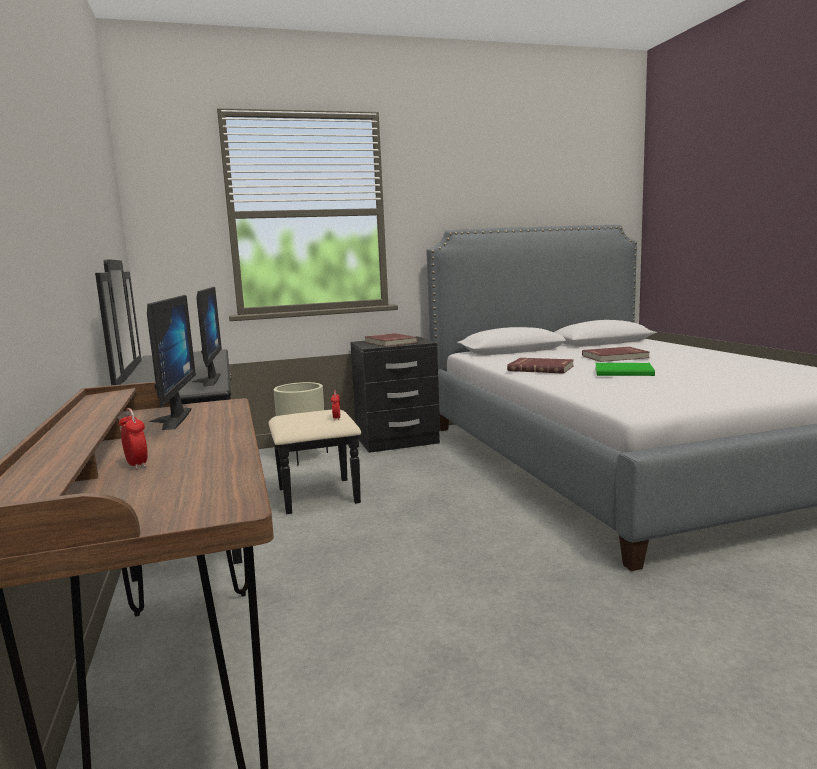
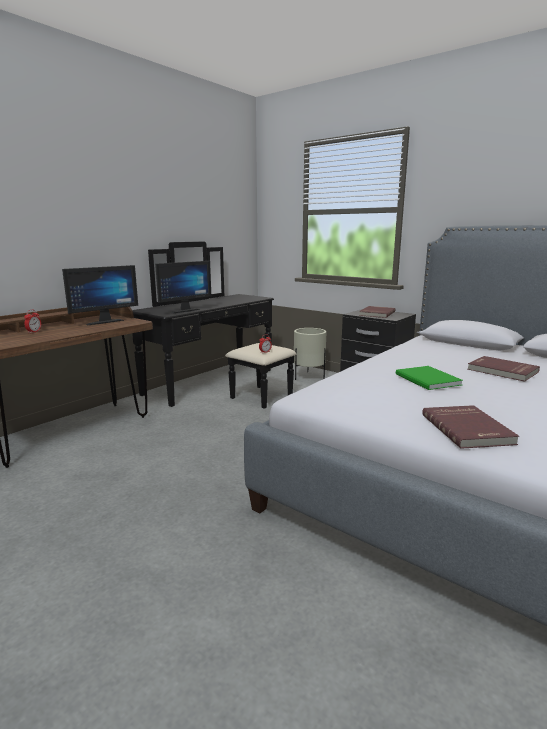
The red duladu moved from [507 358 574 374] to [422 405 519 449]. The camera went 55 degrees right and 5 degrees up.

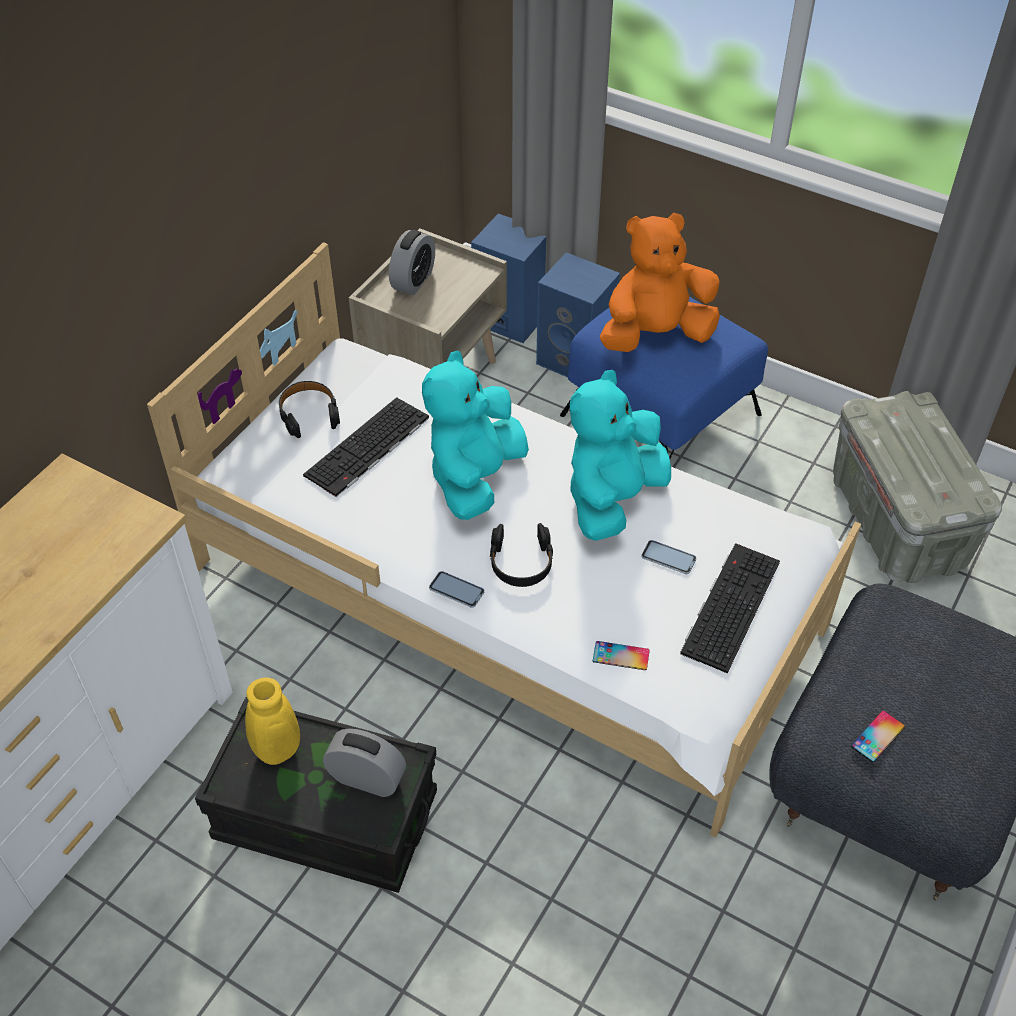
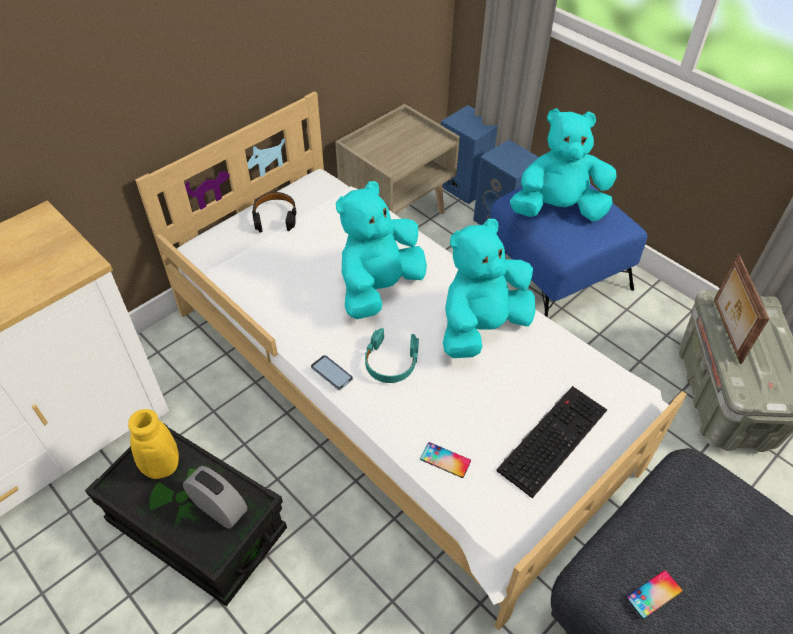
The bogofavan at [303 397 429 497] disappeared. The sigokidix at [389 230 435 295] disappeared. The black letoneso at [490 523 553 587] became the turquoise letoneso at [365 328 419 383]. The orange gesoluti at [600 213 720 352] became the turquoise gesoluti at [510 108 617 222]. The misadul at [641 540 696 574] disappeared. The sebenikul at [714 254 769 364] appeared. The camera went 15 degrees right and 0 degrees up.

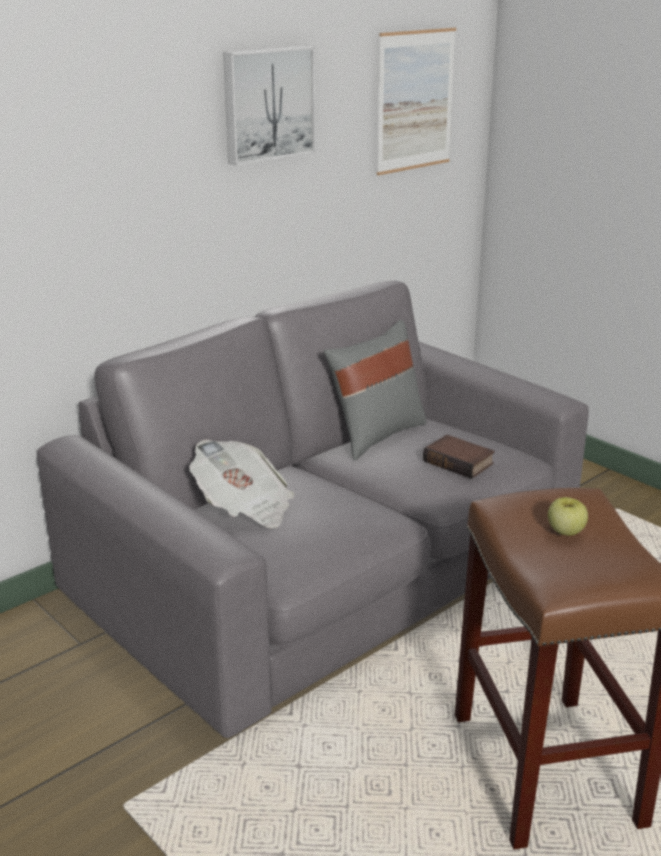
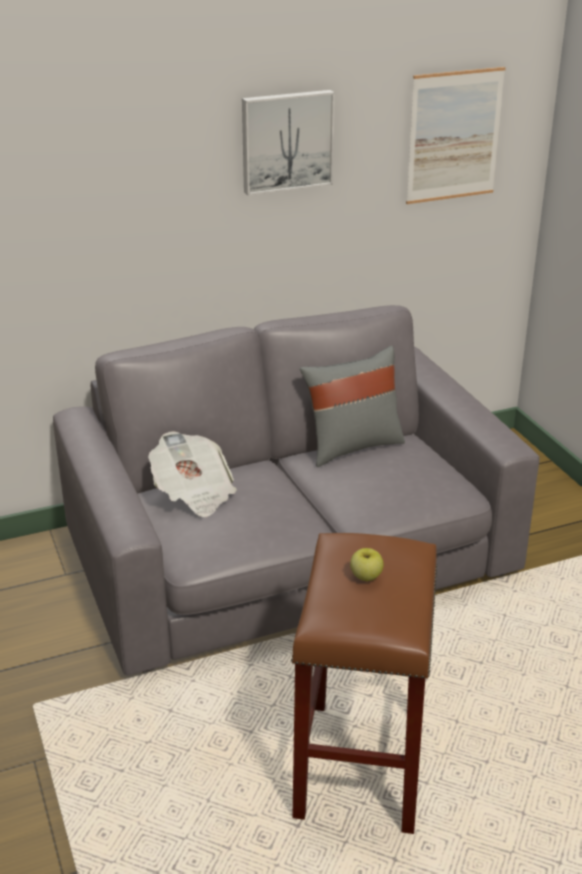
The duladu at [423 435 495 479] disappeared. The camera went 20 degrees right and 5 degrees up.

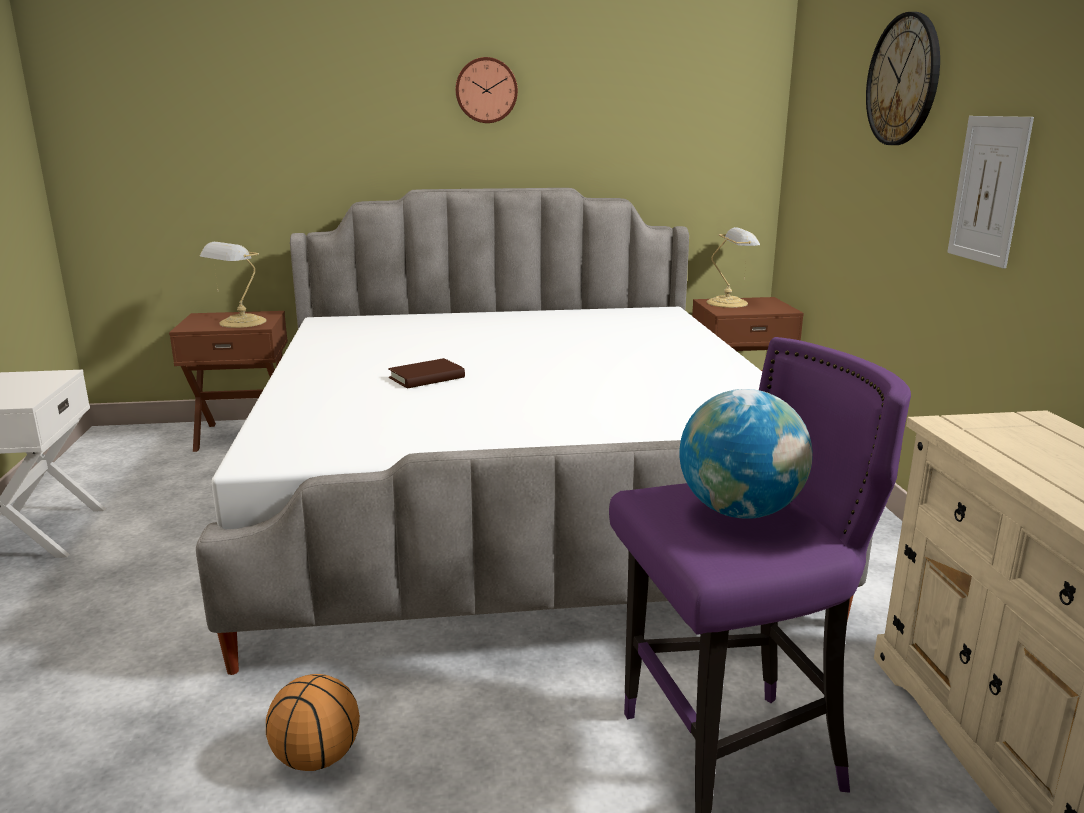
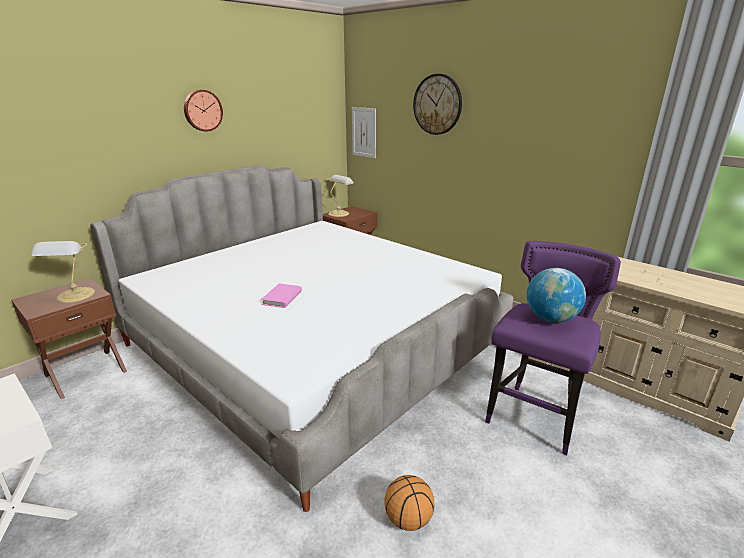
The brown duladu at [388 358 465 388] became the pink duladu at [261 283 302 308]. The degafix moved from [947 116 1034 269] to [352 107 376 158]. The camera went 40 degrees left and 5 degrees up.

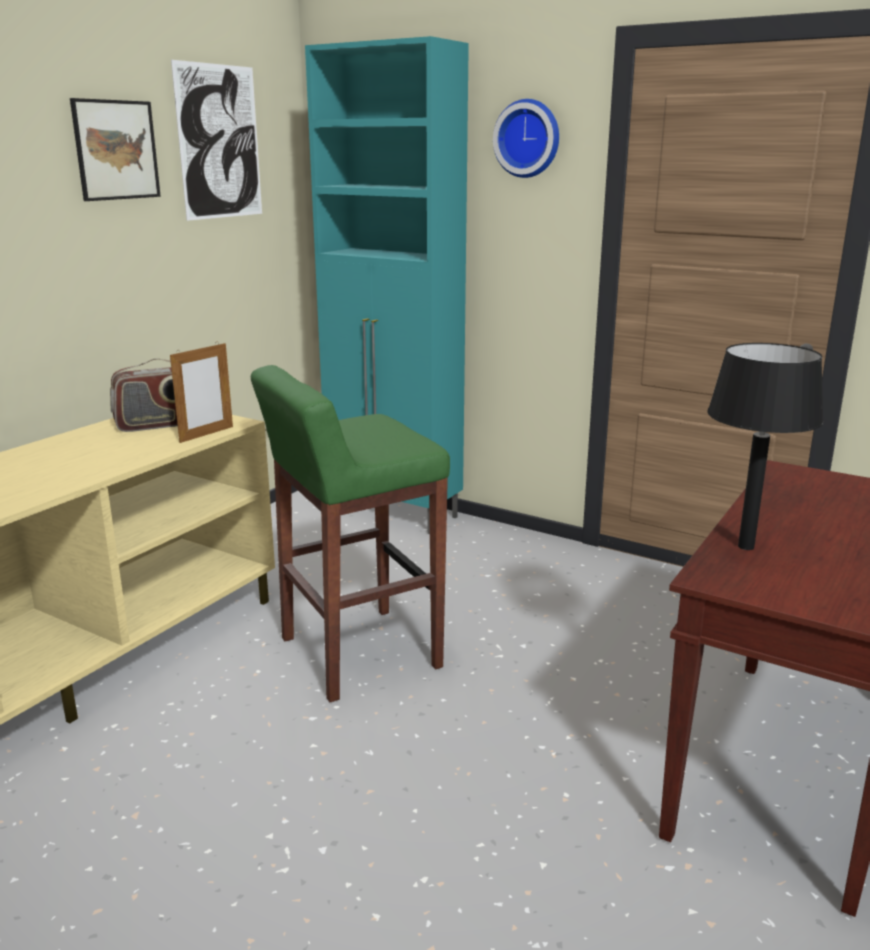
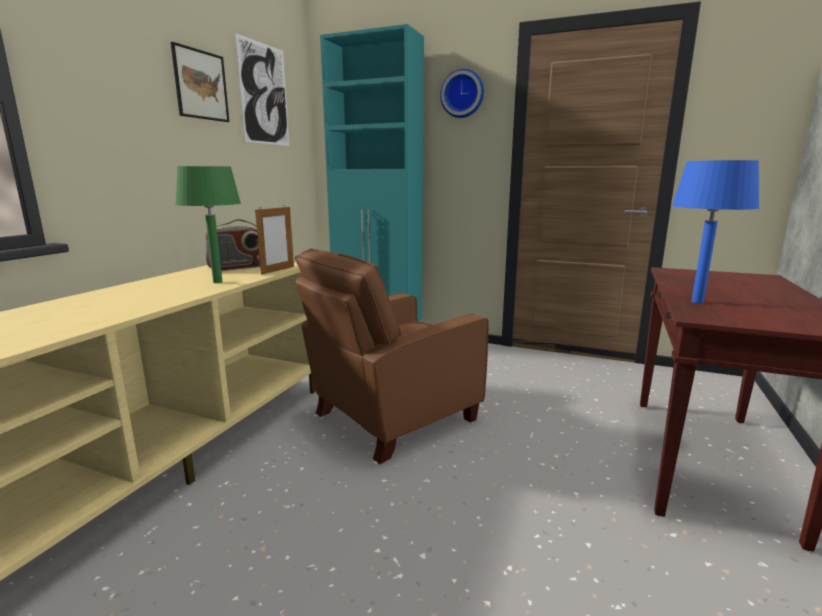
The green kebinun at [251 365 450 702] was replaced by the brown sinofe at [295 249 489 464]. The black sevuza at [707 343 824 550] became the blue sevuza at [672 160 760 303]. The green sevuza at [175 166 241 283] appeared. The camera went 10 degrees left and 5 degrees down.

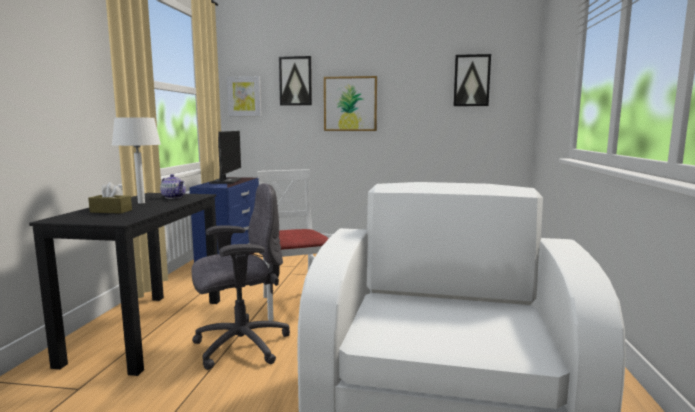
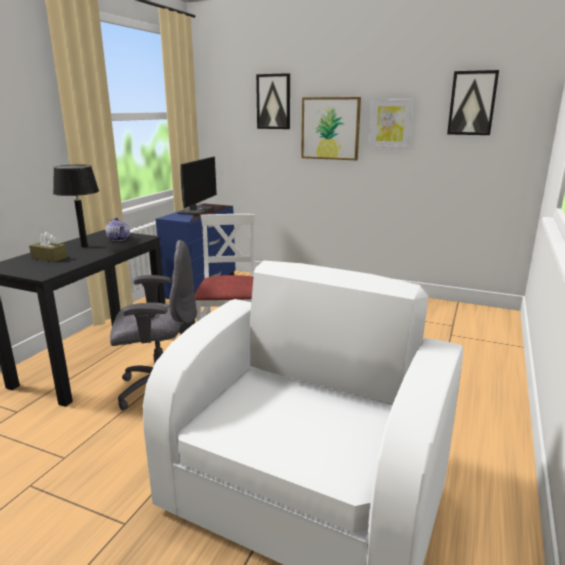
The white sevuza at [112 117 161 204] became the black sevuza at [53 165 99 247]. The degafix moved from [227 76 261 116] to [369 99 413 149]. The camera went 15 degrees right and 10 degrees up.

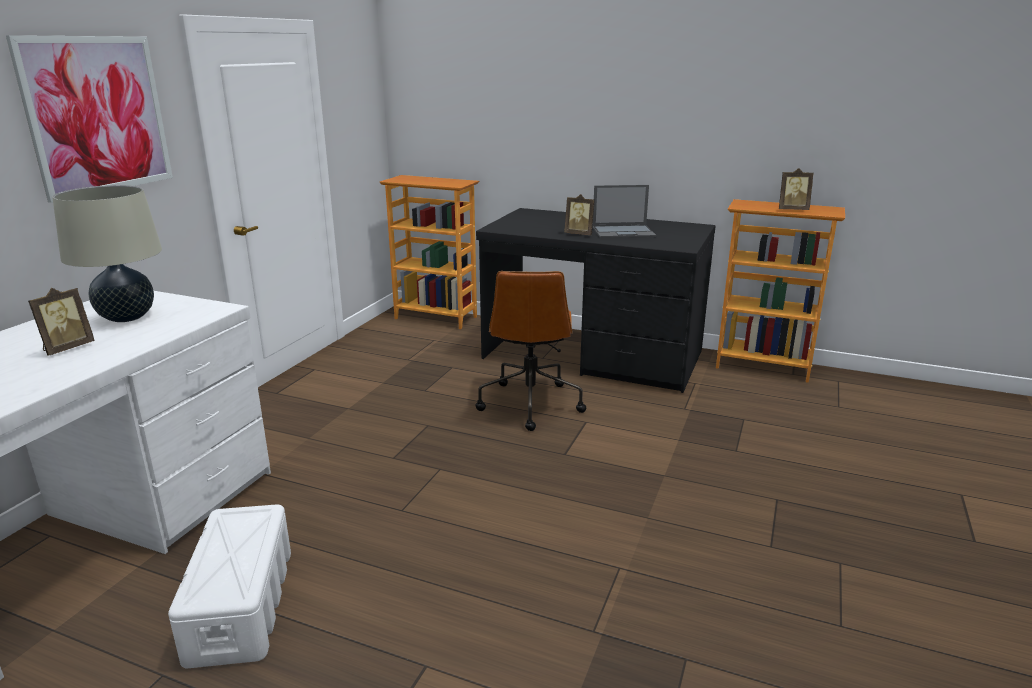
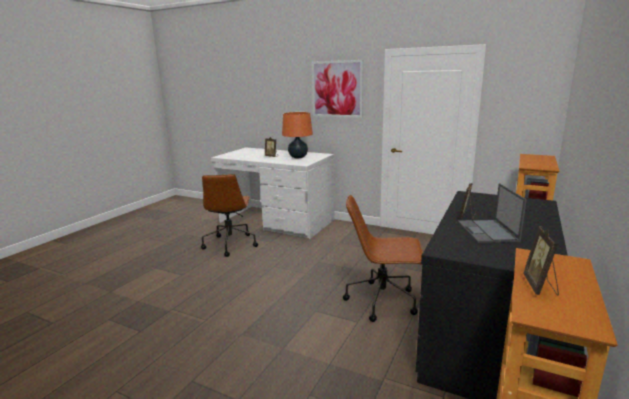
The beige sevuza at [52 185 162 322] became the orange sevuza at [282 112 313 158]. The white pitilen at [168 504 291 668] was replaced by the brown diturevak at [201 174 258 257]. The camera went 95 degrees right and 5 degrees down.

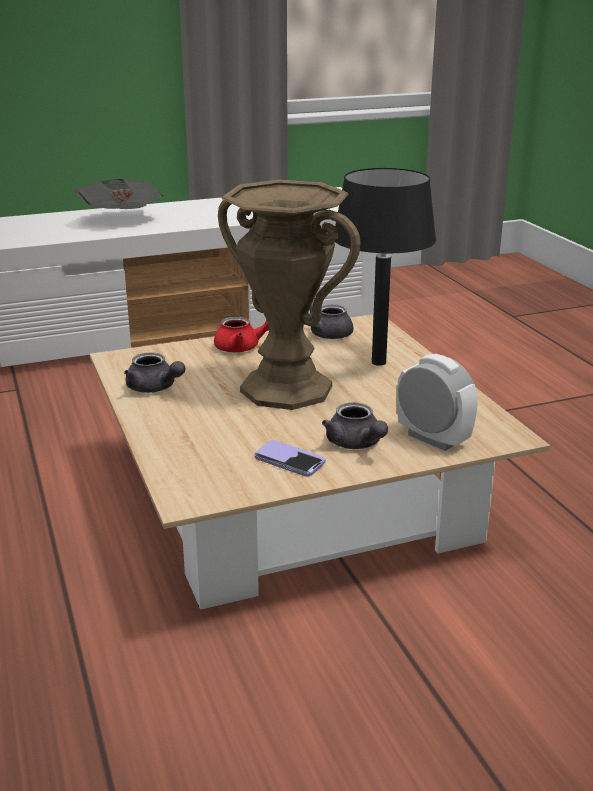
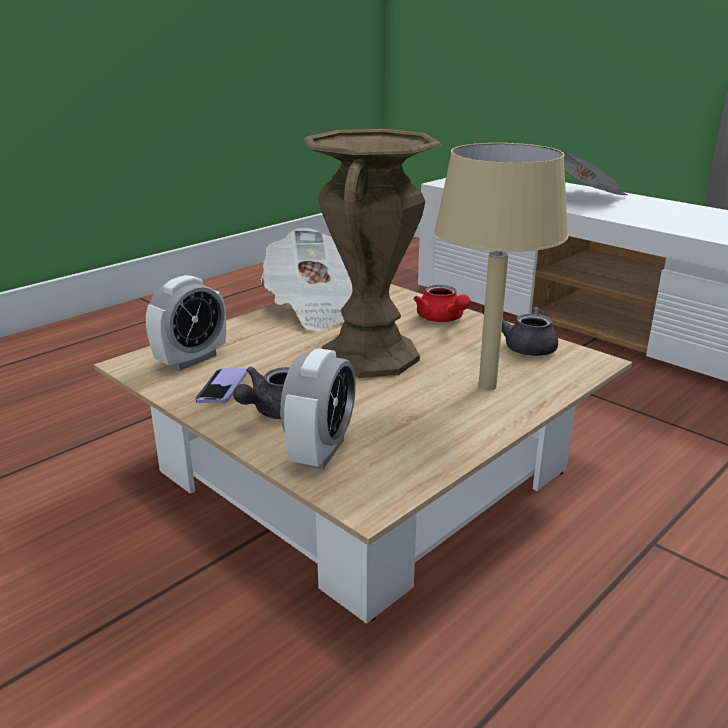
The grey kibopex at [124 352 185 393] was replaced by the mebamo at [261 228 353 332]. The black sevuza at [335 168 436 366] became the beige sevuza at [434 143 569 391]. The sigokidix at [146 275 226 371] appeared. The camera went 65 degrees right and 0 degrees up.

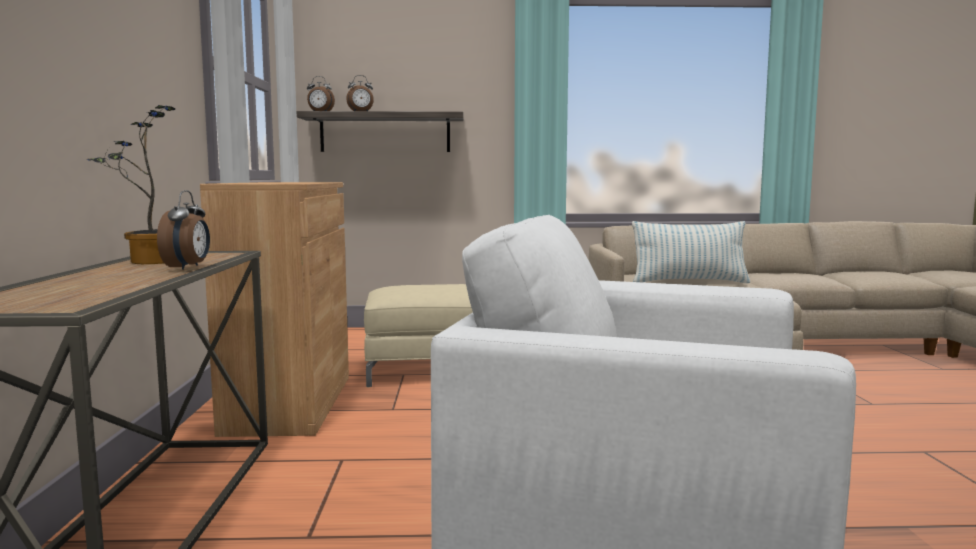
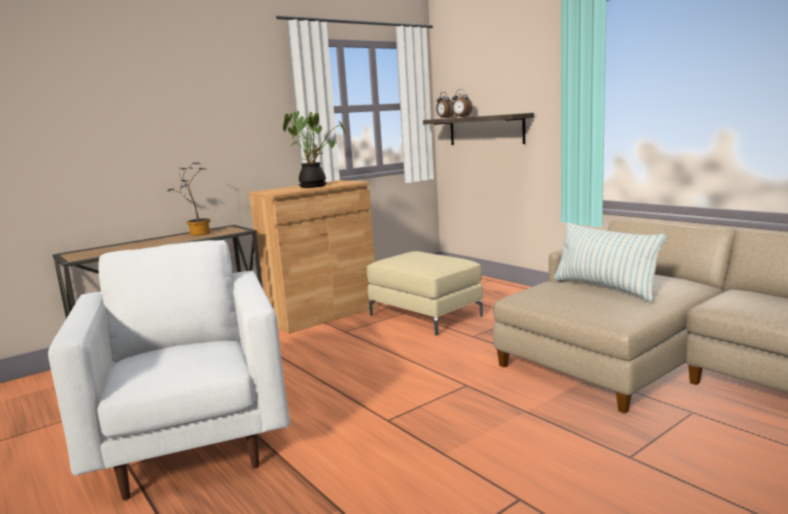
The sigokidix at [157 190 210 270] disappeared. The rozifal at [283 111 346 188] appeared. The camera went 55 degrees right and 5 degrees up.

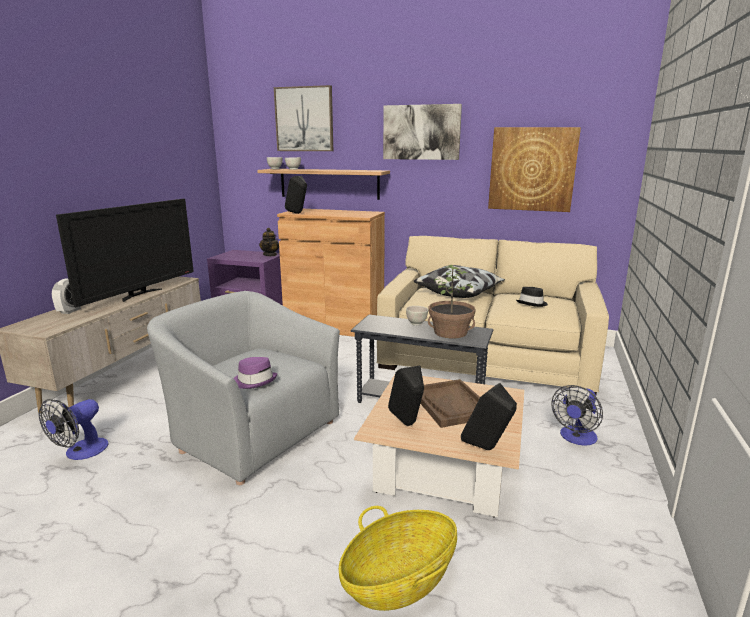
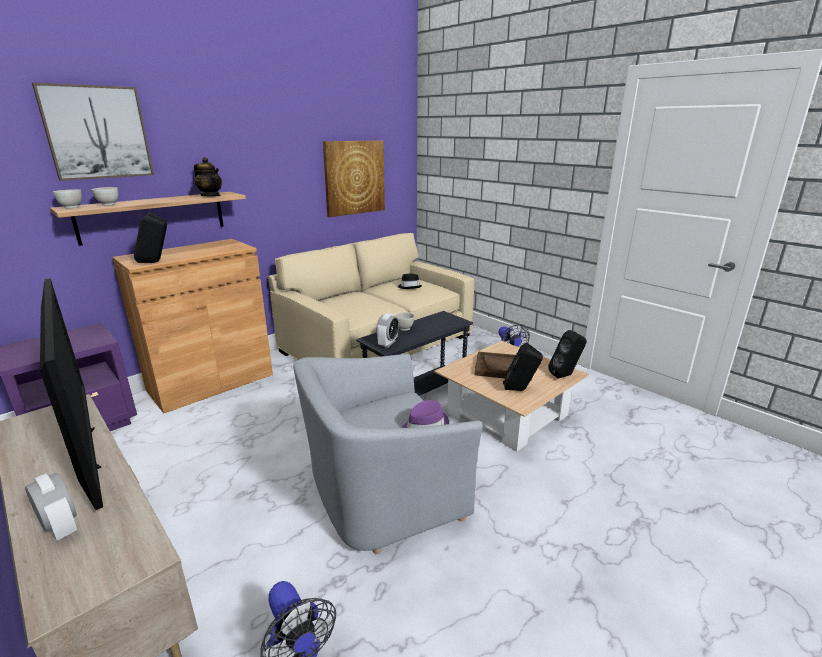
The kibopex moved from [259 228 279 256] to [194 157 222 196]. The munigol at [339 506 457 611] disappeared. The degafix at [383 104 462 160] disappeared. The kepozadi at [414 265 505 298] disappeared. The rozifal at [428 265 476 338] disappeared. The sigokidix at [376 313 399 348] appeared. The camera went 60 degrees left and 5 degrees up.

